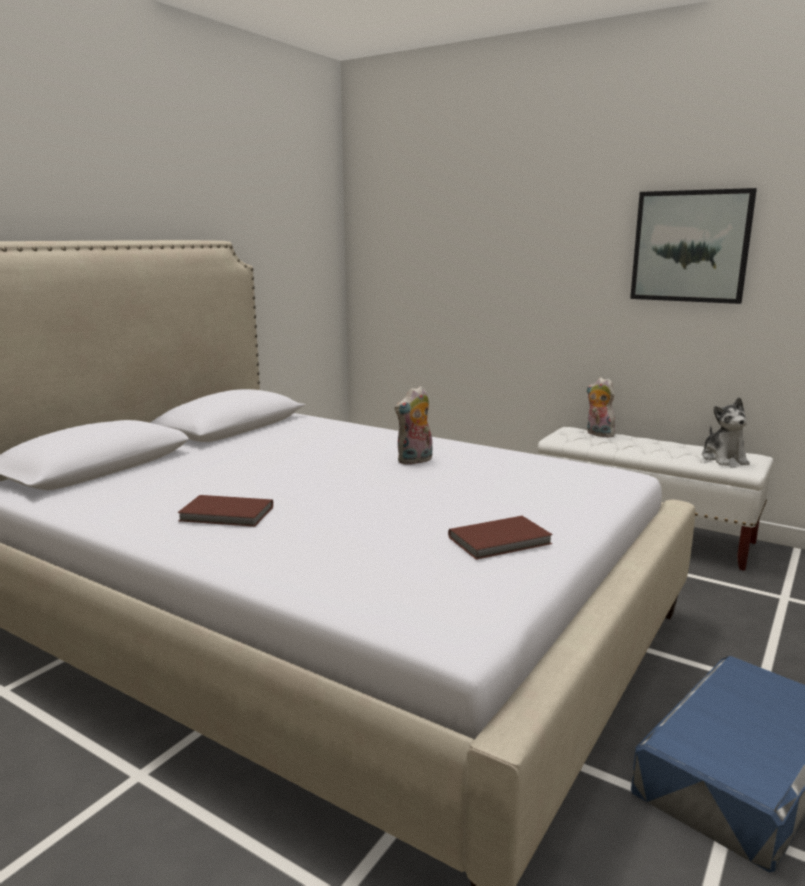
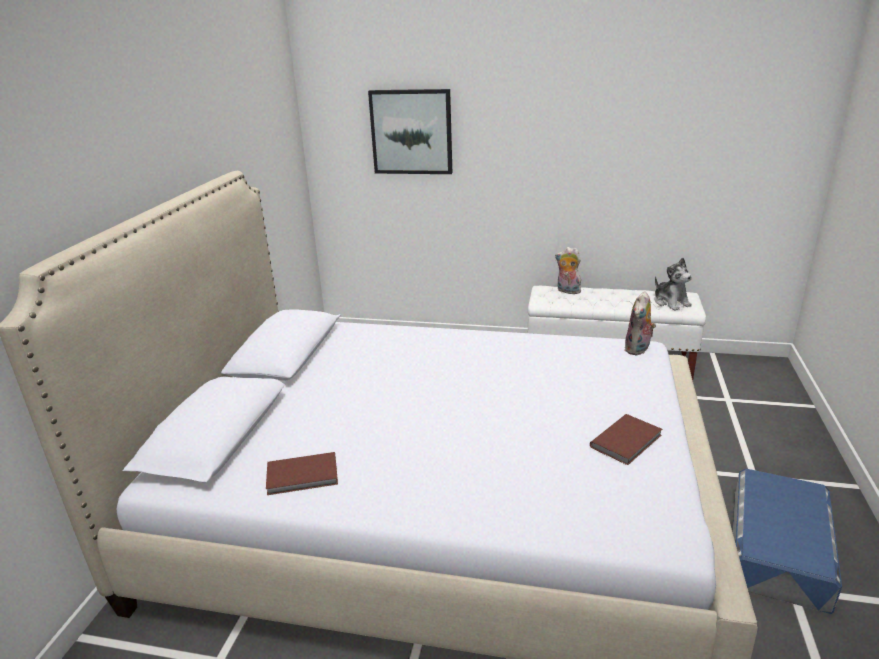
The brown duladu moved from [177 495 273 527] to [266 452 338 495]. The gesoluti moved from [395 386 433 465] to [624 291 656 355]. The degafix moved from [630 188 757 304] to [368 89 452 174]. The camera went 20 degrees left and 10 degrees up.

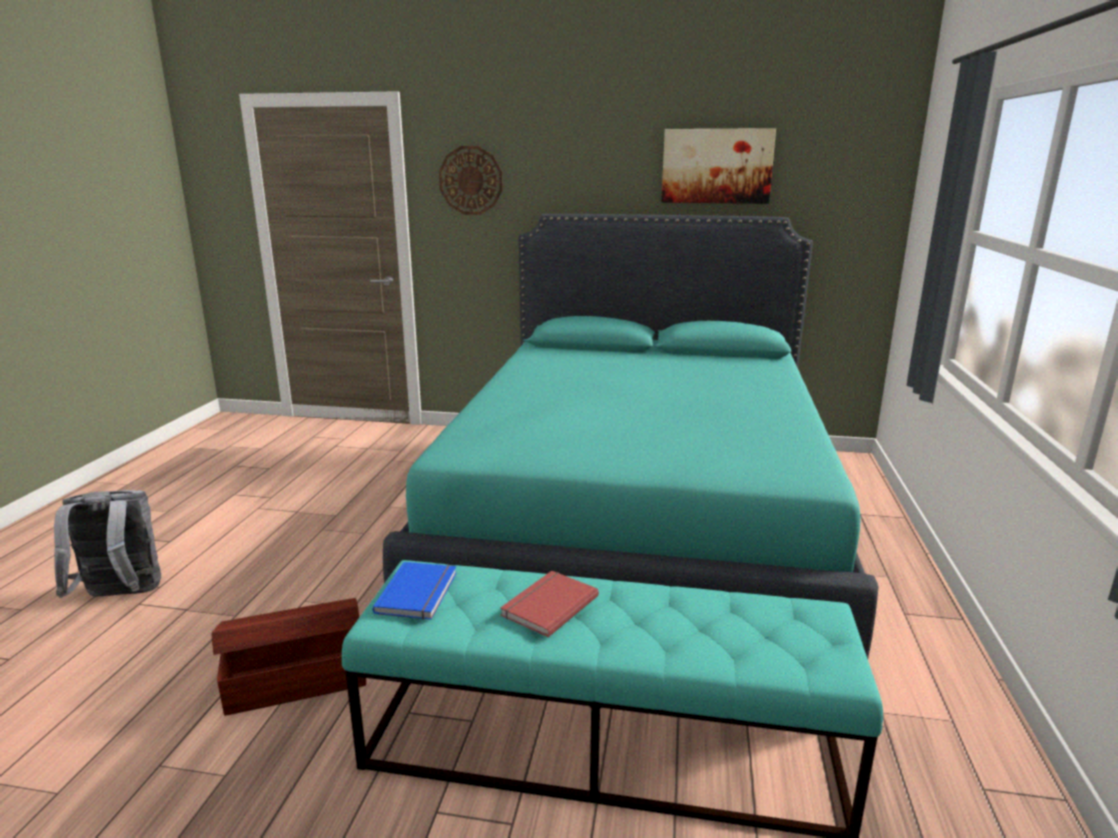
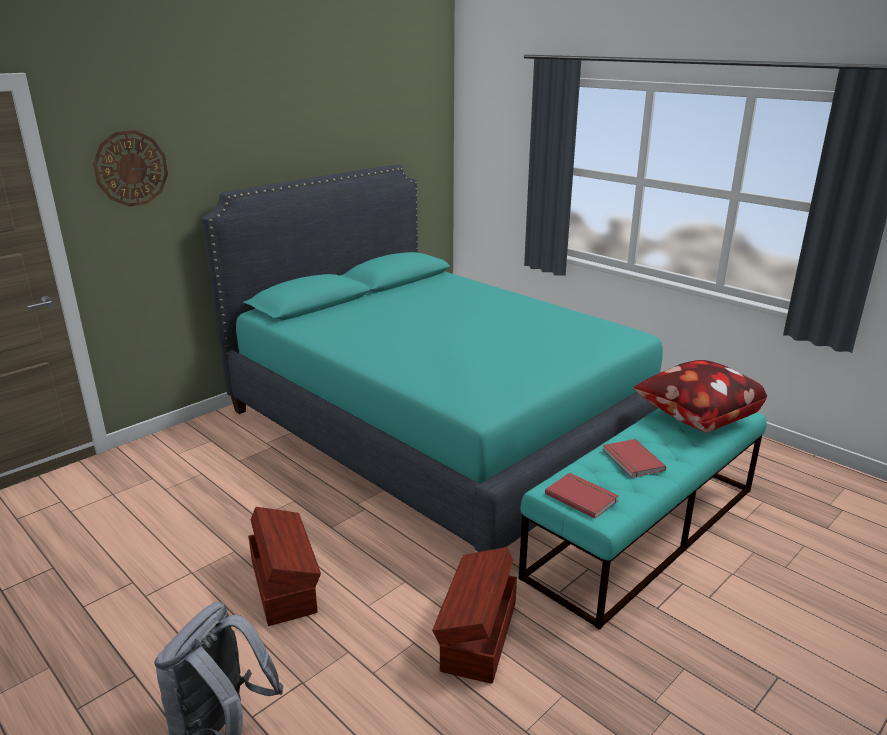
The blue duladu at [372 562 457 620] became the red duladu at [545 473 619 519]. The degafix at [661 128 776 204] disappeared. The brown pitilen at [248 507 321 626] appeared. The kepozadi at [633 360 767 433] appeared. The camera went 55 degrees left and 5 degrees up.

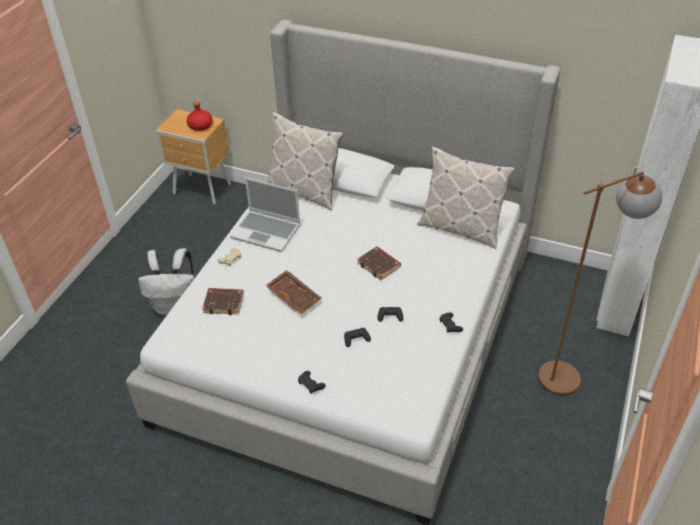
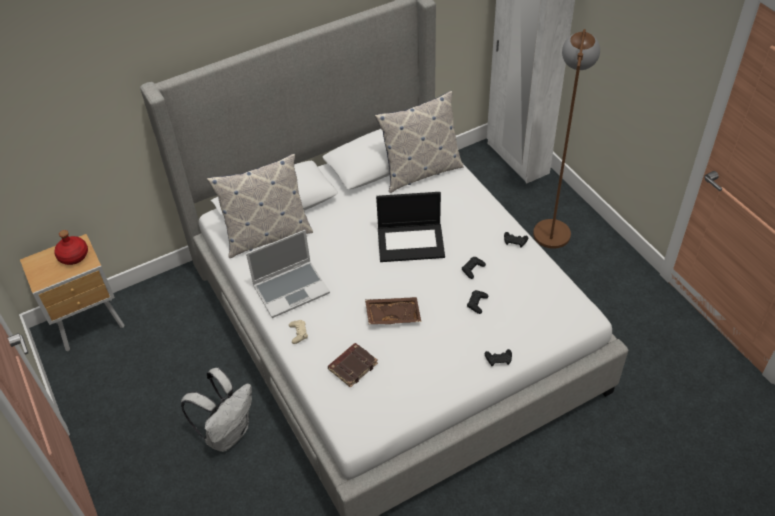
The brown duladu at [357 247 401 280] was replaced by the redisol at [376 192 445 262]. The camera went 50 degrees left and 5 degrees up.

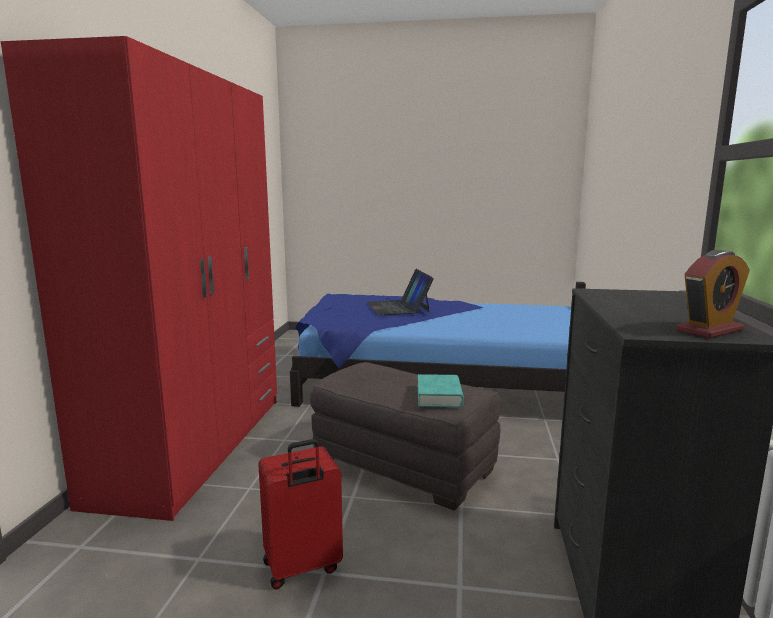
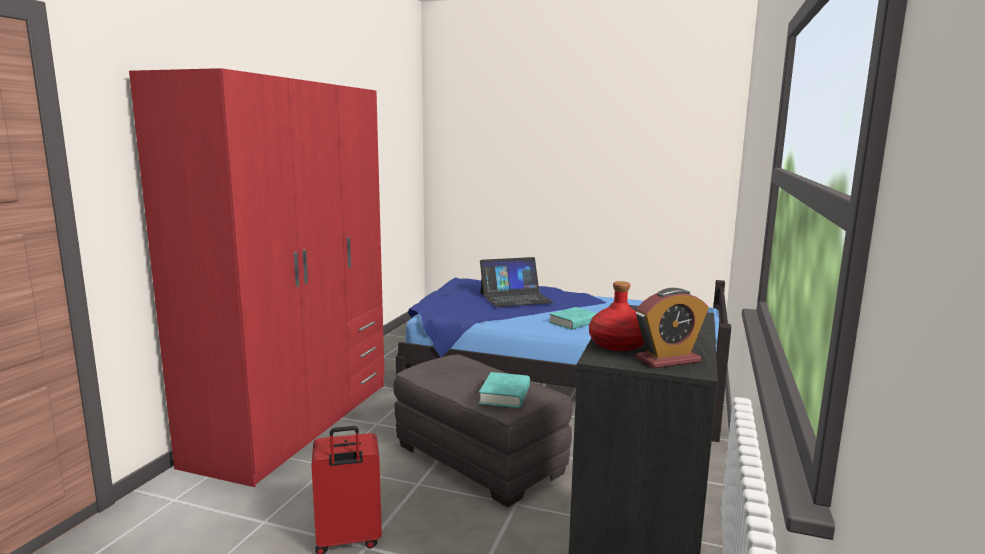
The redisol at [366 269 434 315] turned 105 degrees counterclockwise. The turquoise duladu at [549 307 597 330] appeared. The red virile at [589 281 644 351] appeared. The camera went 10 degrees right and 0 degrees up.

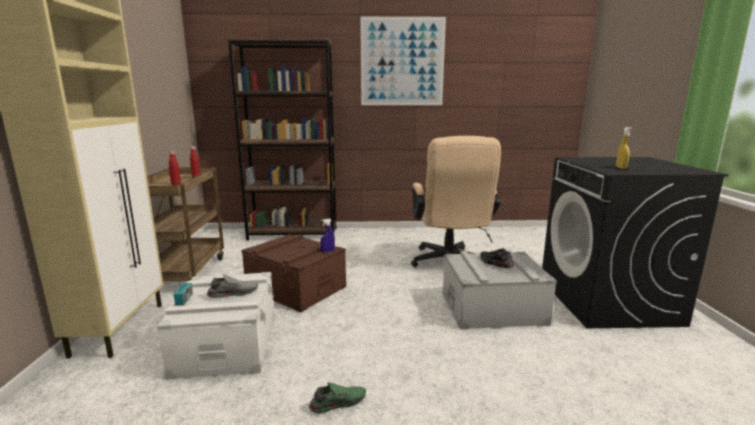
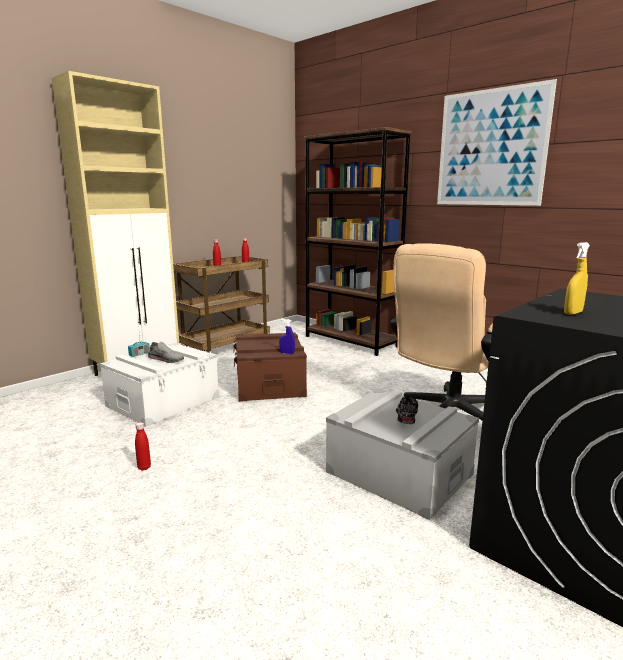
The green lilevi at [309 382 366 414] was replaced by the red virile at [135 422 151 471]. The camera went 45 degrees right and 0 degrees up.

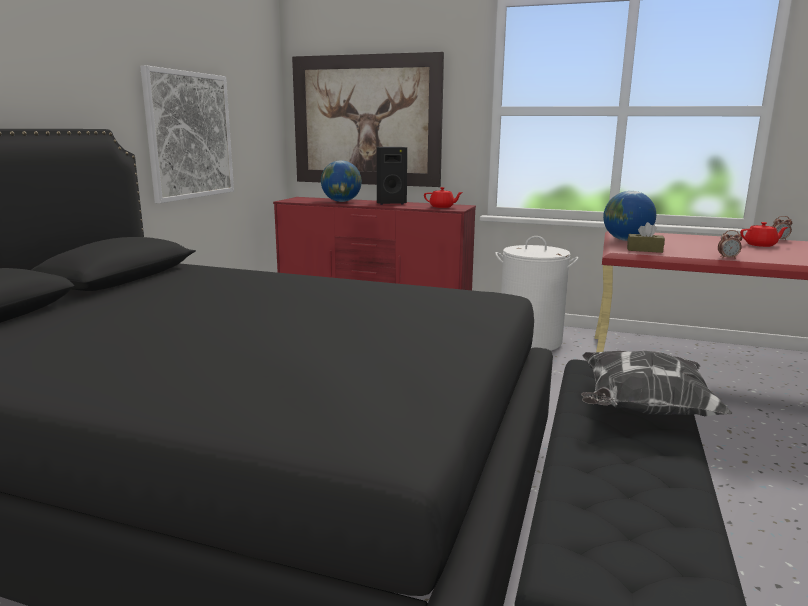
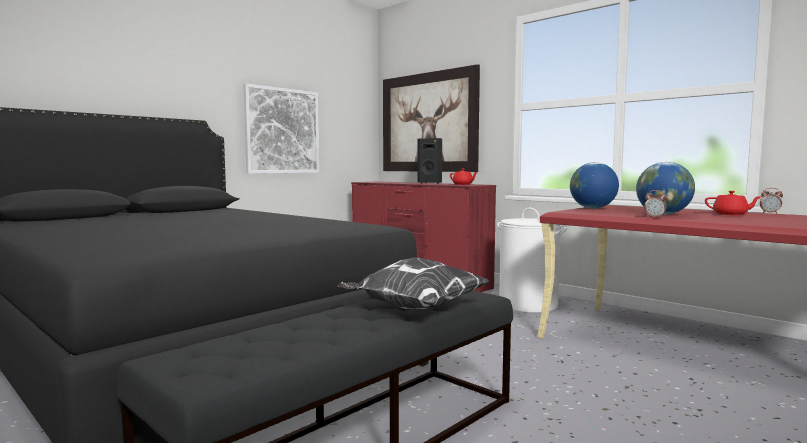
The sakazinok moved from [321 160 362 202] to [636 162 695 215]. The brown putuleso at [627 222 665 253] disappeared. The camera went 25 degrees right and 10 degrees down.

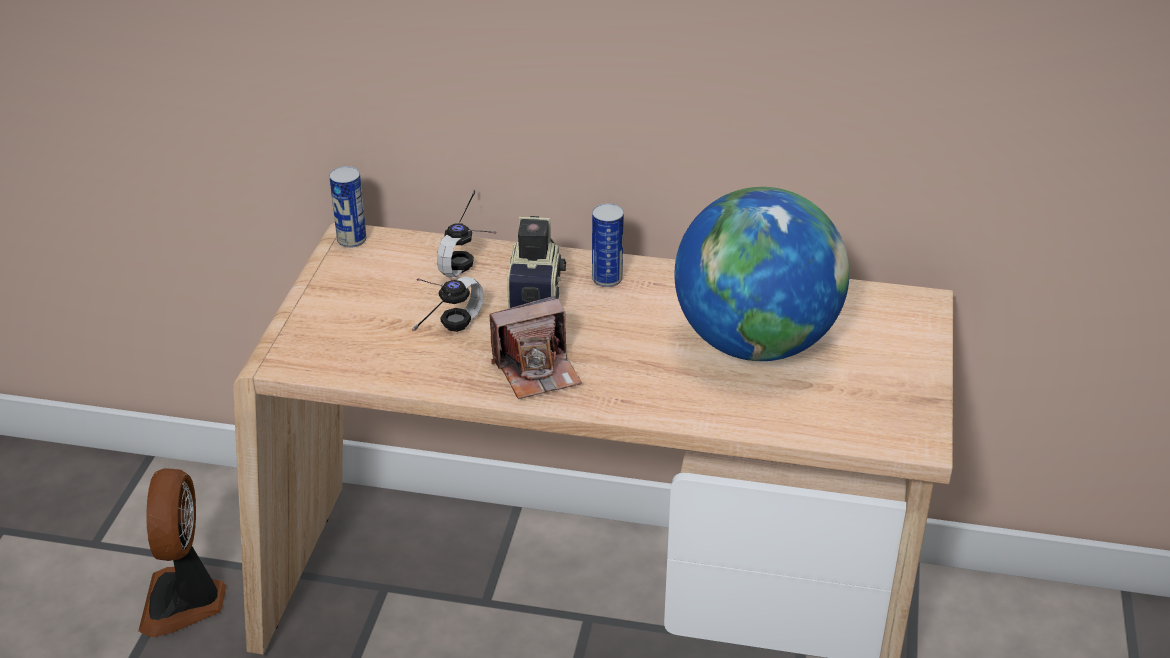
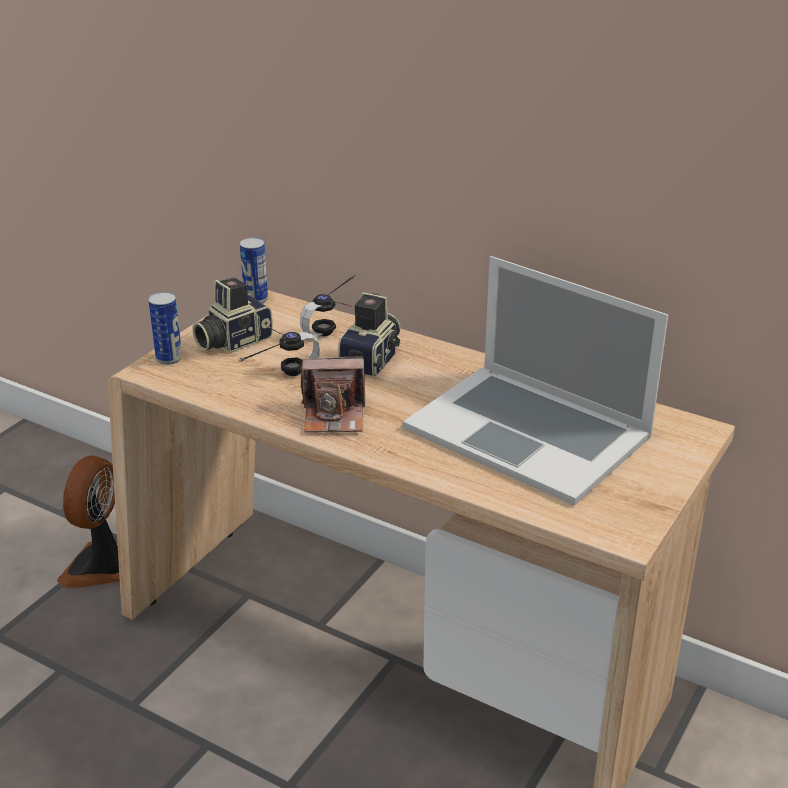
The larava moved from [592 204 624 287] to [148 292 182 365]. The sakazinok at [675 187 849 361] was replaced by the redisol at [403 256 668 506]. The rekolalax at [193 278 273 353] appeared. The camera went 20 degrees right and 5 degrees down.

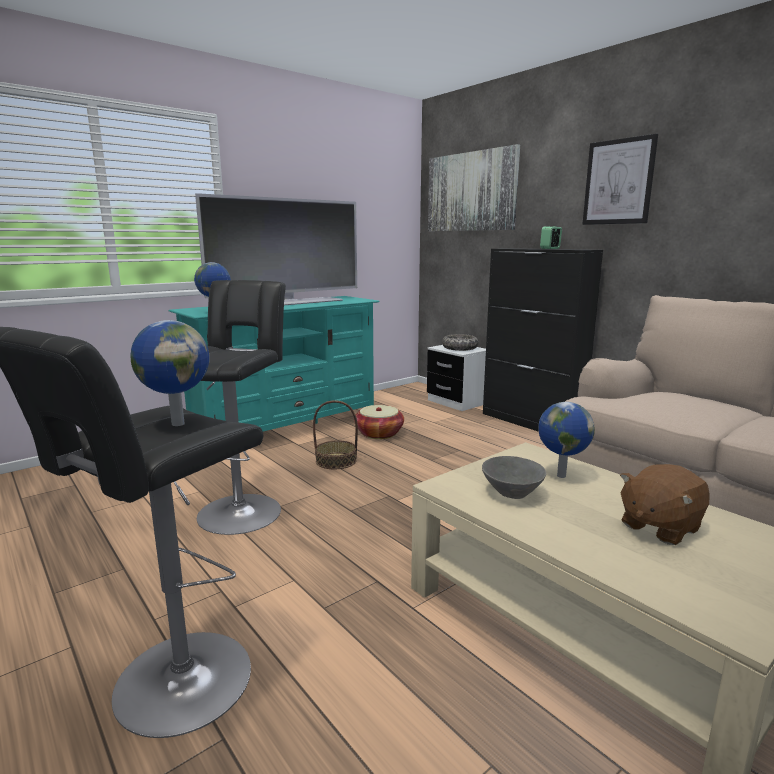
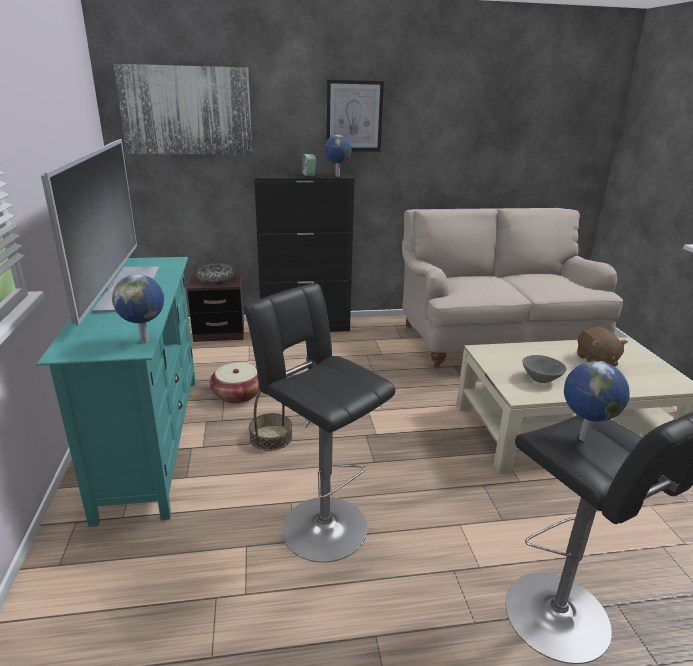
The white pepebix at [427 345 486 411] became the brown pepebix at [187 273 244 342]. The sakazinok moved from [539 402 595 478] to [324 135 352 177]. The camera went 60 degrees left and 10 degrees up.

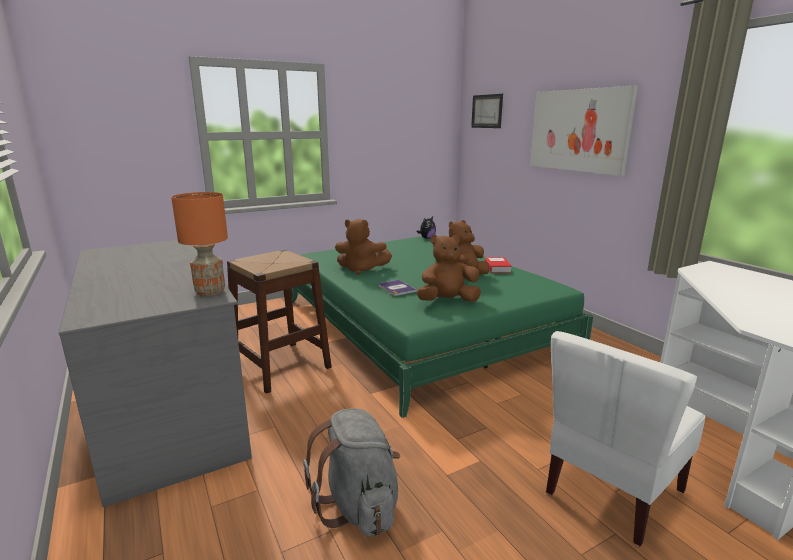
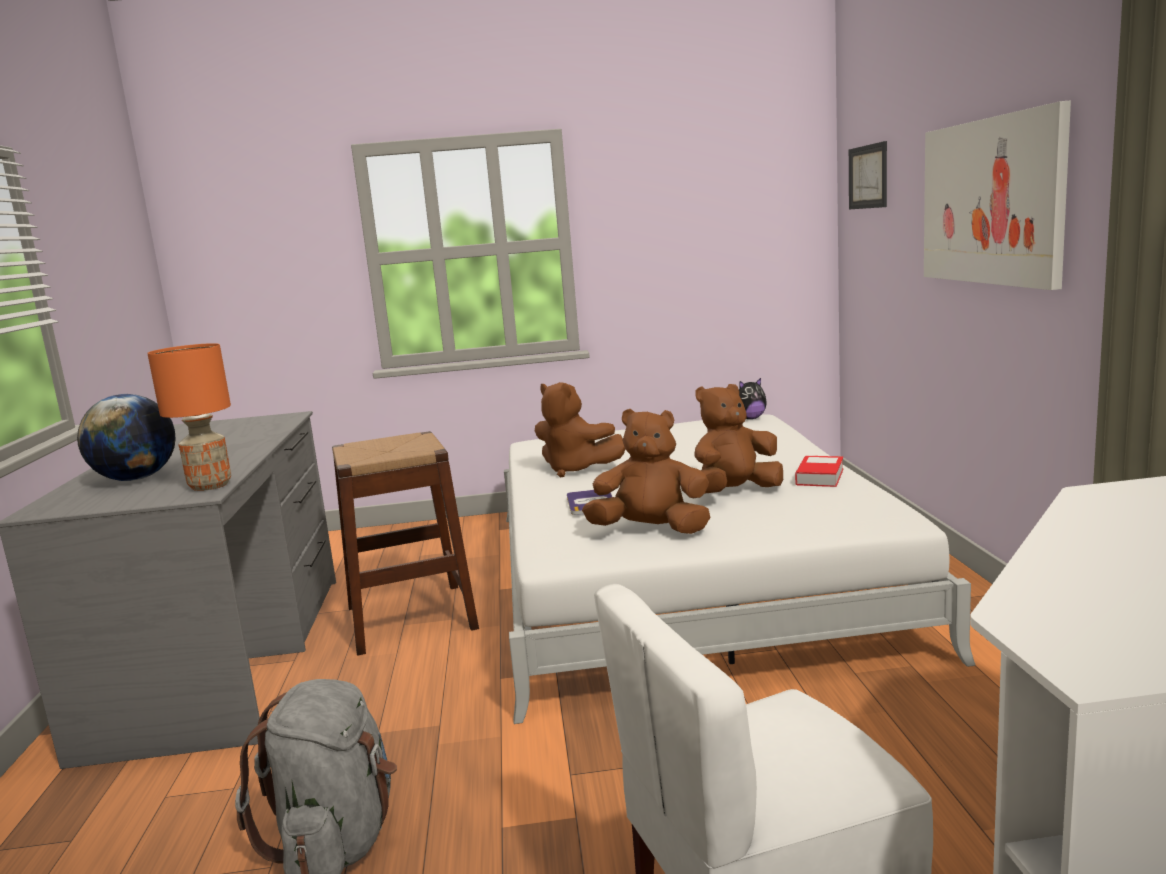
The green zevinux at [291 236 593 418] became the white zevinux at [504 414 976 724]. The sakazinok at [77 394 176 481] appeared. The camera went 25 degrees right and 5 degrees down.

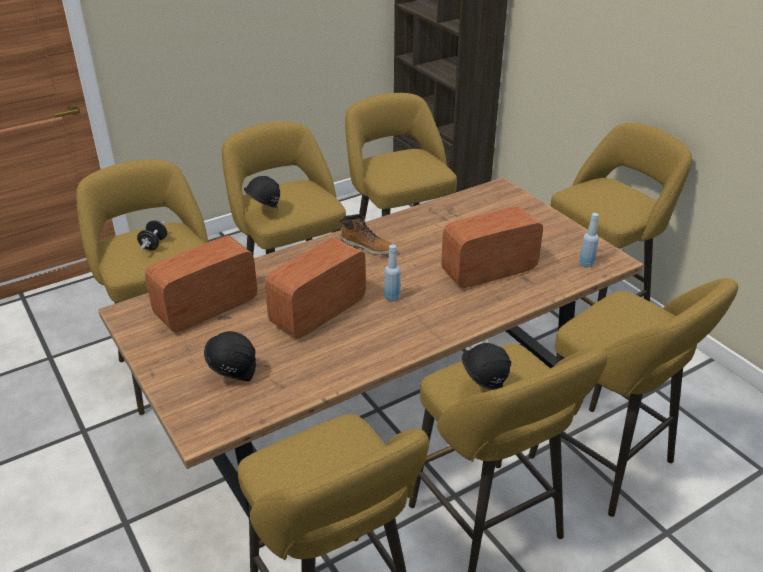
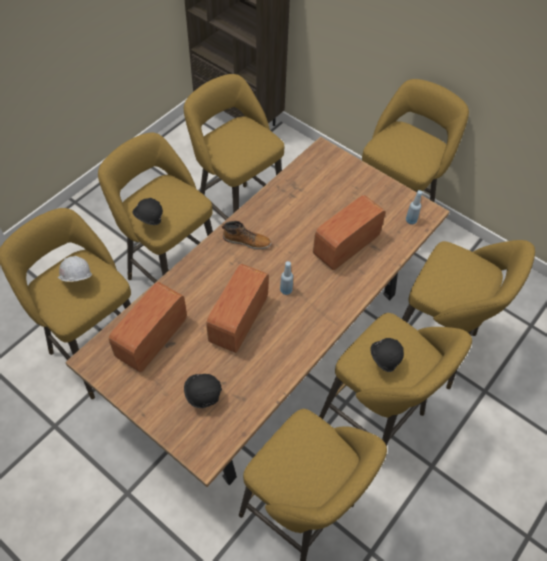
The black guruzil at [137 220 167 250] was replaced by the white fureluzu at [58 256 92 282]. The camera went 20 degrees left and 20 degrees up.

